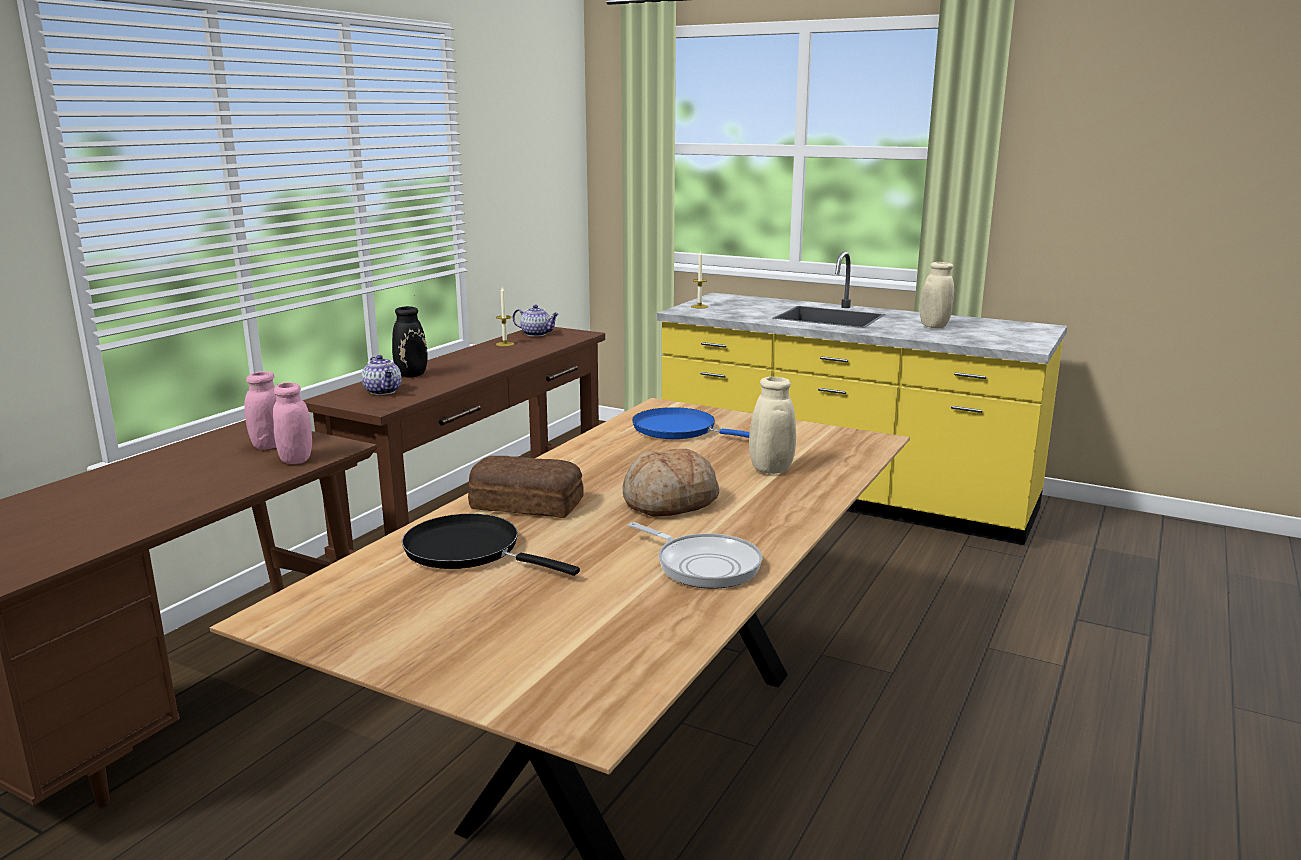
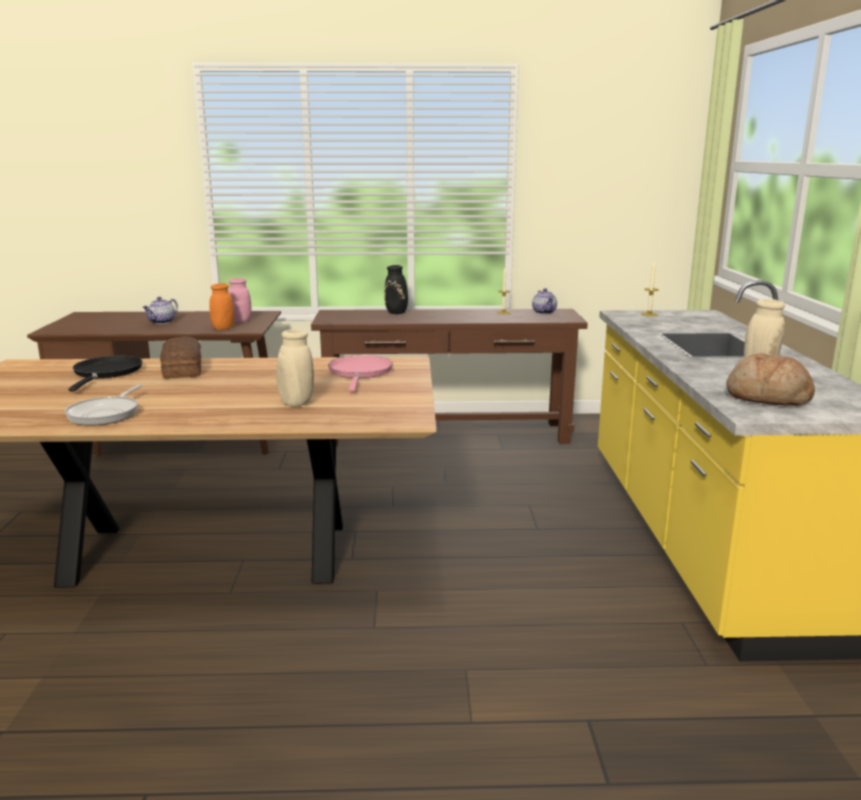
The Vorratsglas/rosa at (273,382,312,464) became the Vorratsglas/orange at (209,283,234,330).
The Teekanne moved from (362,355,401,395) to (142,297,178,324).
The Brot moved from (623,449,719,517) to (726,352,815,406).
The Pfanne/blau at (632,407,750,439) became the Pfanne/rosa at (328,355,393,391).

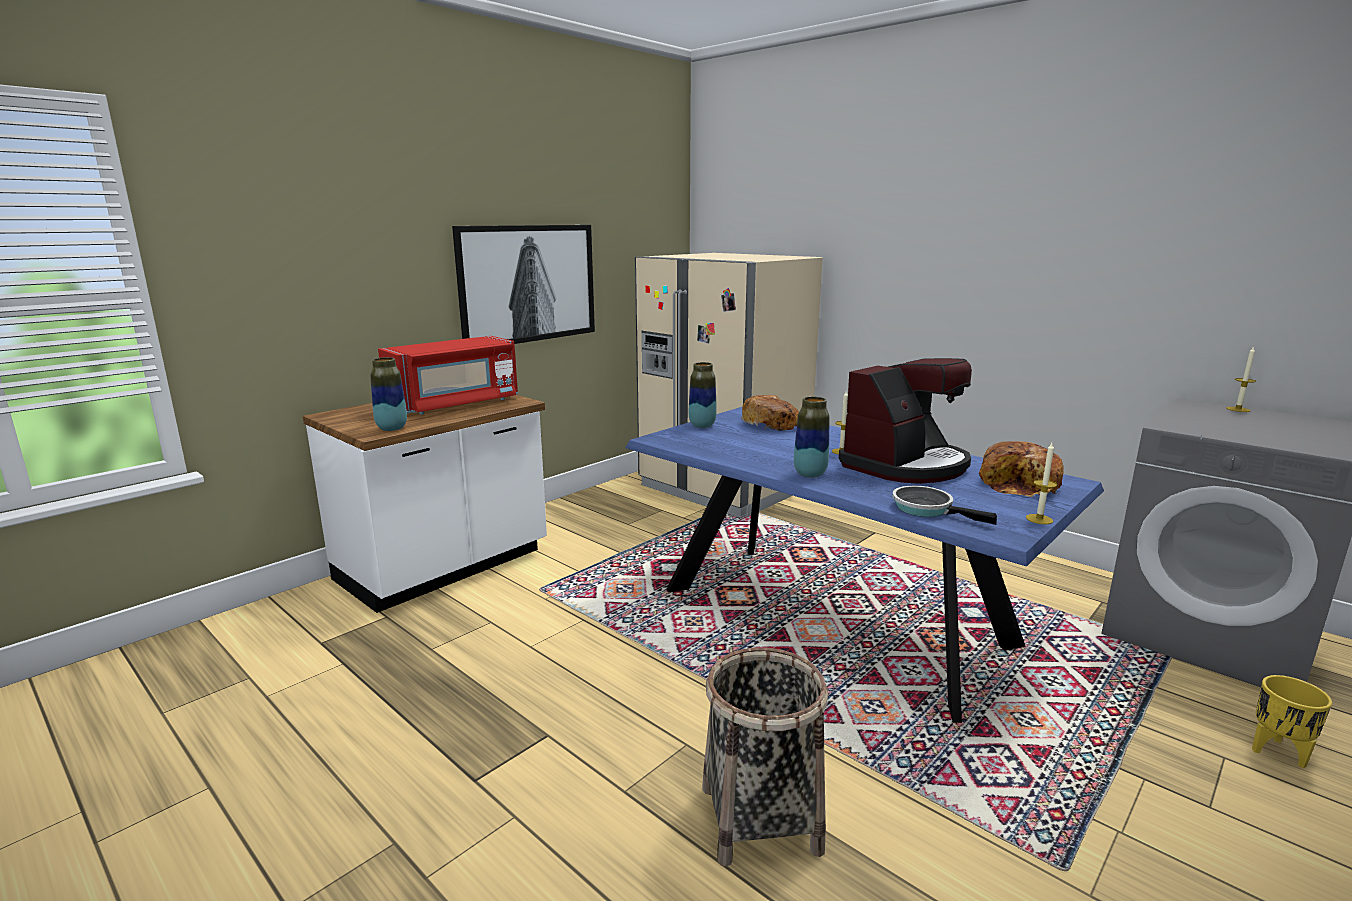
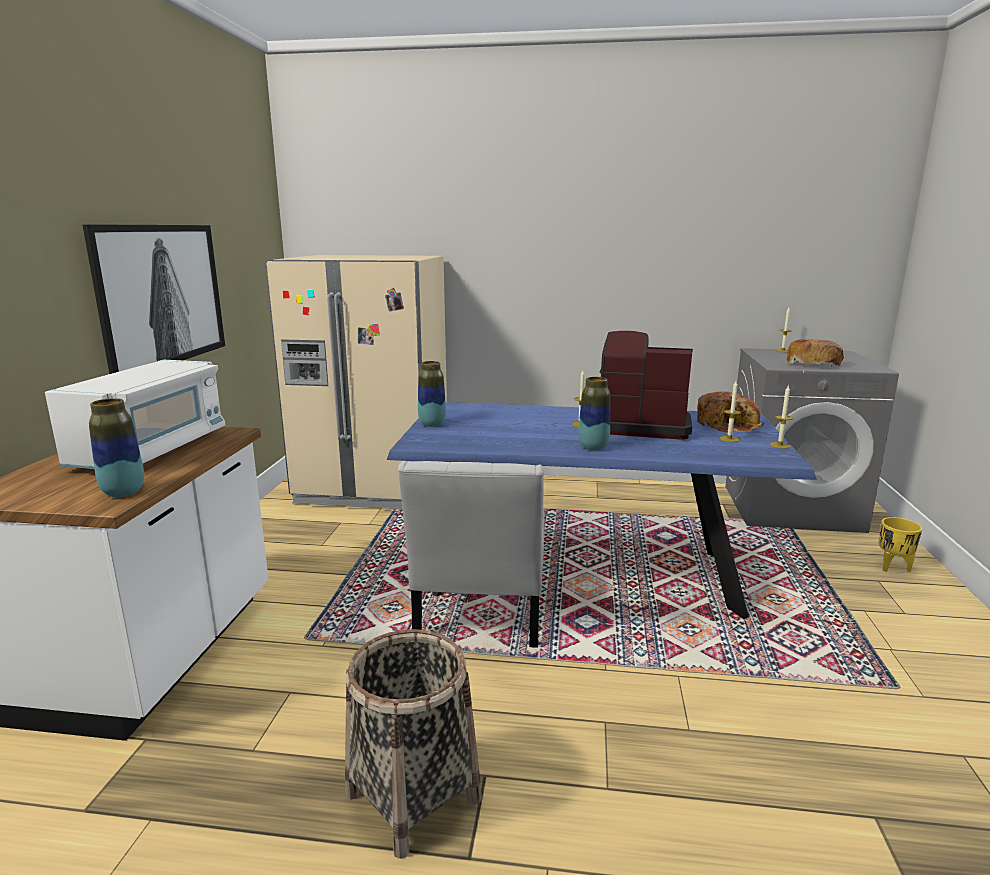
The Mikrowelle/rot at (378,336,518,415) became the Mikrowelle/weiß at (45,360,225,469).
The Korb moved from (702,647,828,867) to (345,629,482,859).
The Brot moved from (741,395,799,431) to (787,339,844,366).
The Kaffeemaschine at (839,358,972,484) turned 90 degrees counterclockwise.
The Pfanne at (892,486,997,525) disappeared.
The Stuhl/weiß at (398,461,544,648) appeared.
The Kerze at (720,381,741,442) appeared.

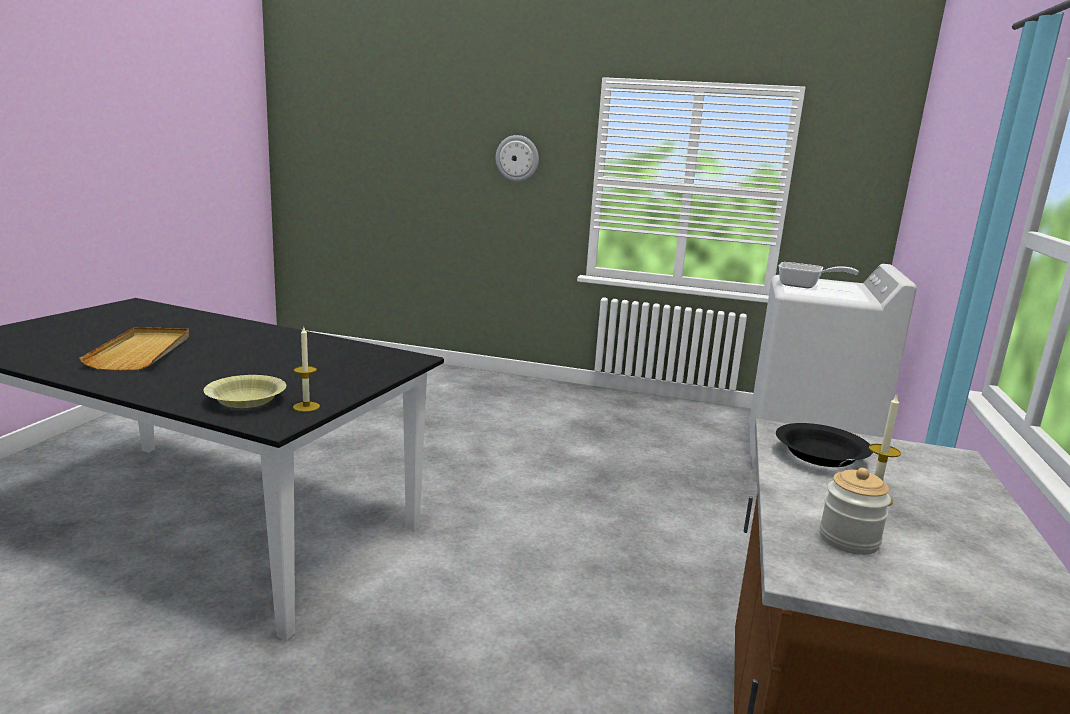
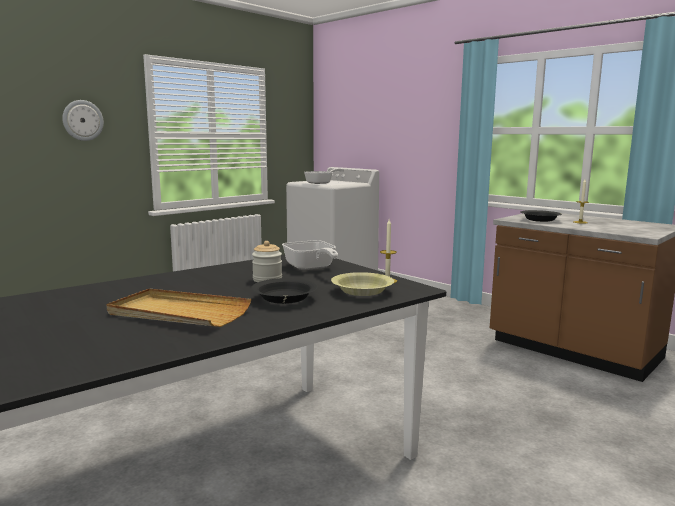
The Vorratsglas moved from (819,468,891,555) to (252,241,282,282).
The Schüssel/schwarz at (251,278,318,304) appeared.
The Pfanne at (282,240,338,270) appeared.

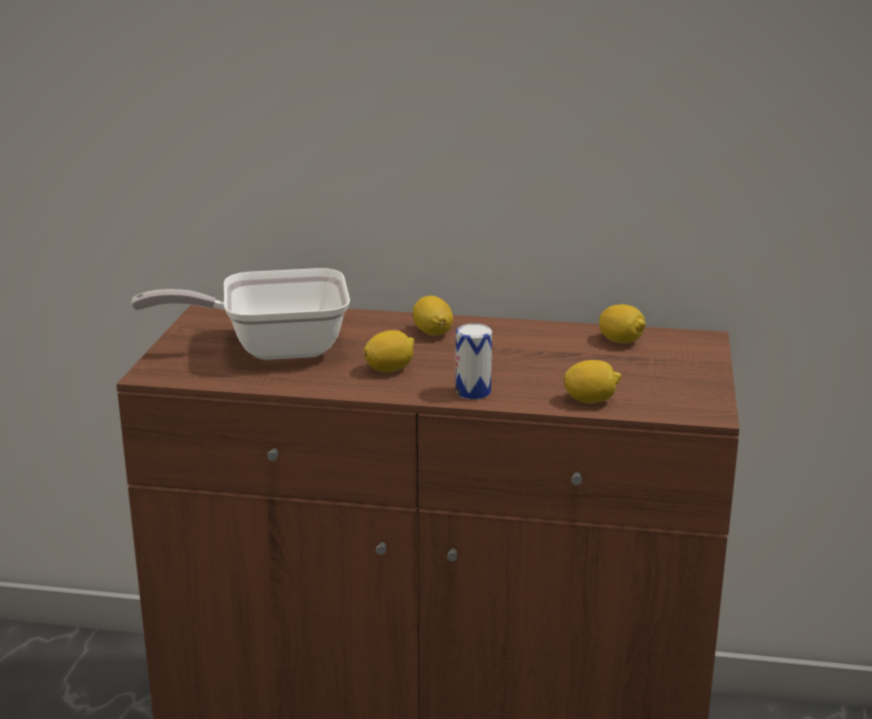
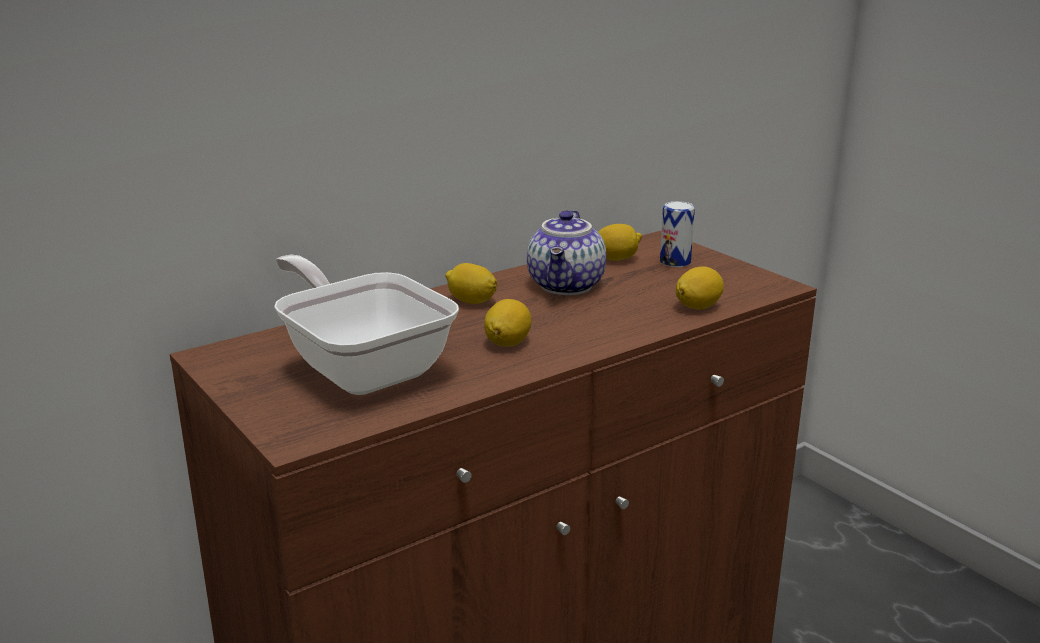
The Pfanne at (131,268,350,360) turned 105 degrees clockwise.
The Dose moved from (455,323,492,399) to (660,201,695,267).
The Teekanne at (527,210,607,295) appeared.

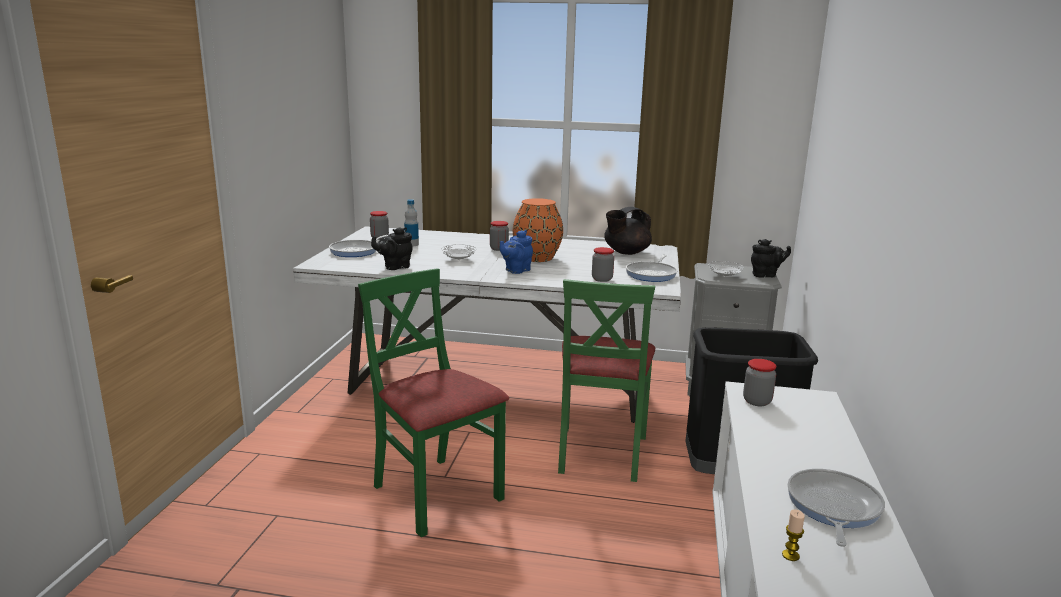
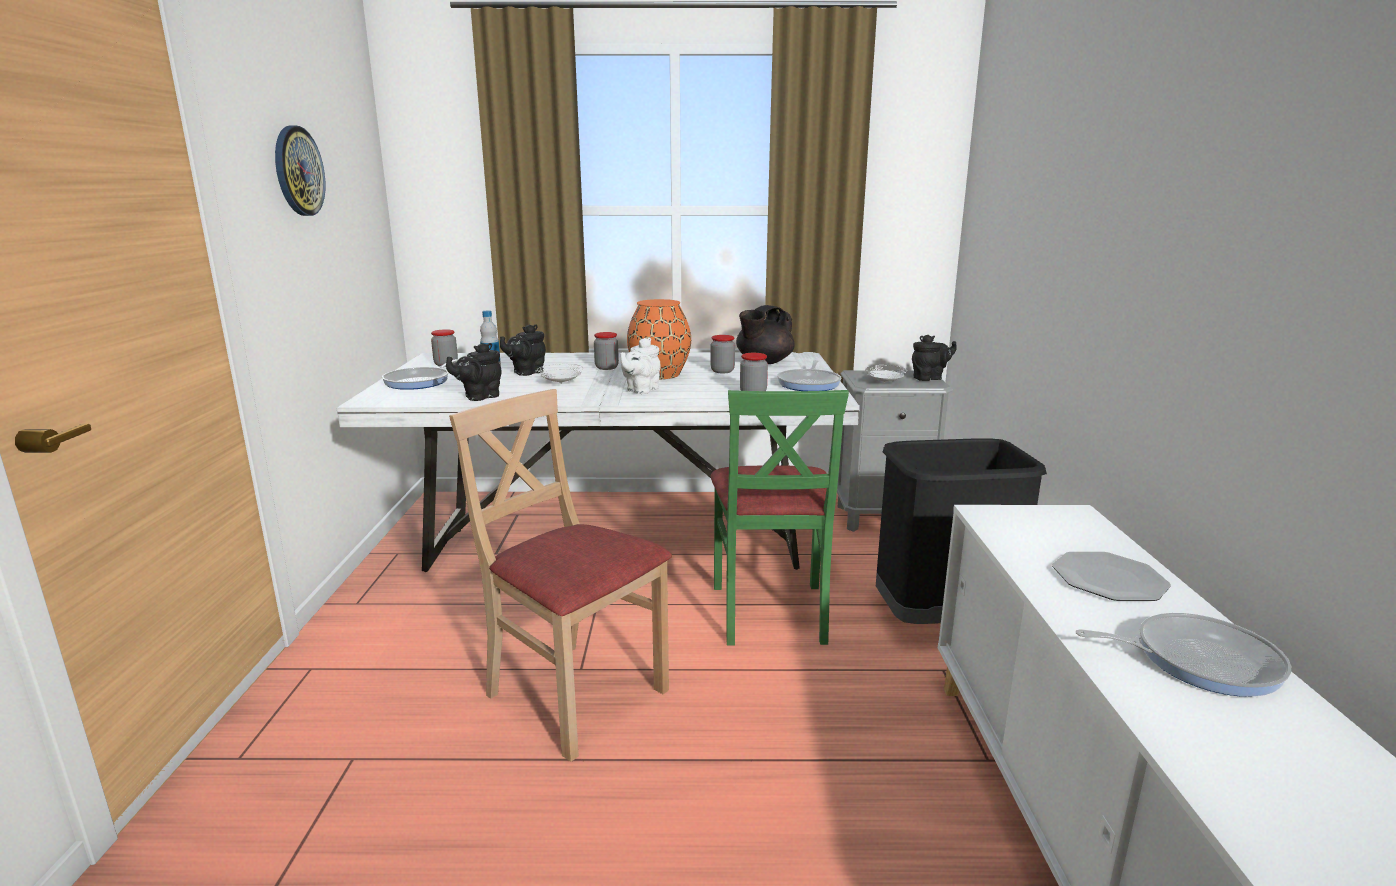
The Stuhl/grün at (358,268,509,537) became the Stuhl/beige at (449,389,672,762).
The Teekanne/blau at (500,230,533,274) became the Teekanne/weiß at (620,337,660,394).
The Vorratsglas moved from (743,359,776,406) to (711,335,735,373).
The Kerze at (782,509,805,561) disappeared.
The Pfanne at (787,469,885,547) turned 90 degrees clockwise.
The Wanduhr at (275,126,325,216) appeared.
The Teekanne/schwarz at (500,324,546,376) appeared.
The Teller at (1052,552,1171,601) appeared.

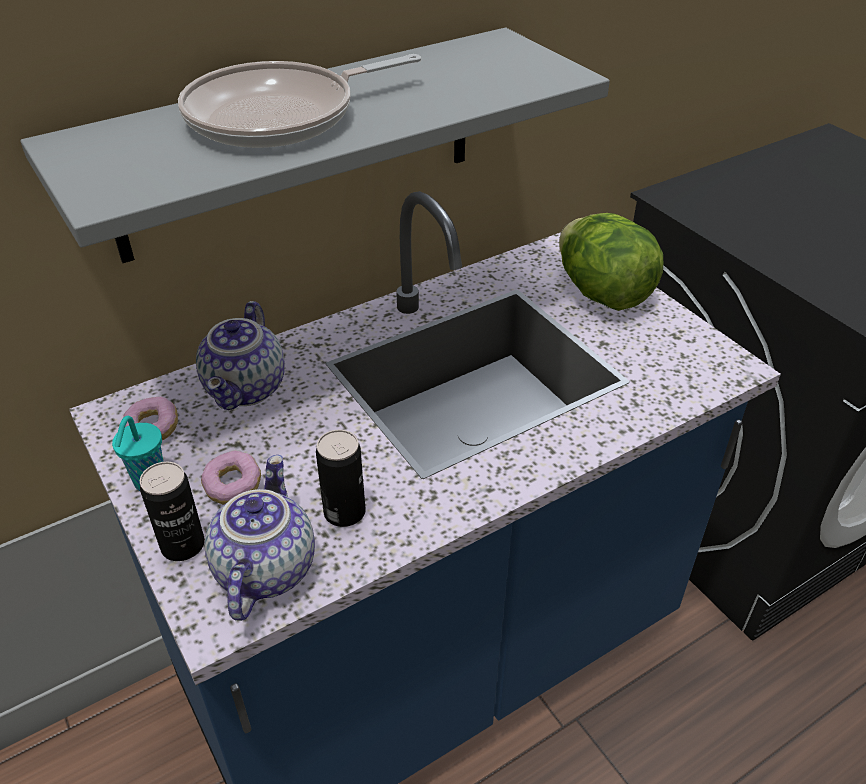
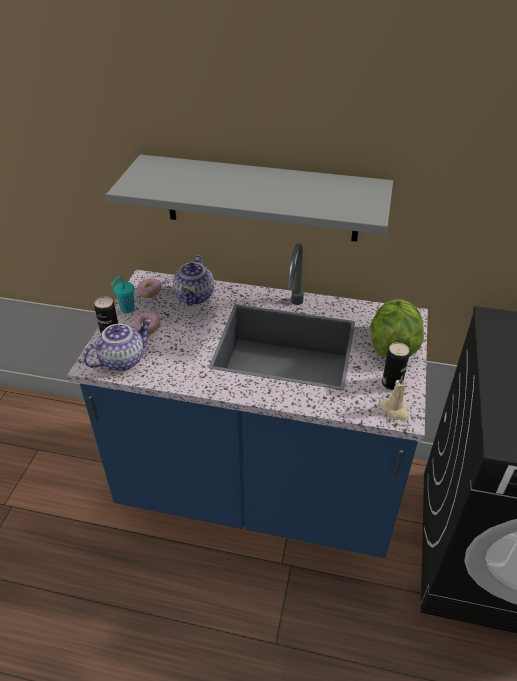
The Pfanne at (178,54,421,148) disappeared.
The Teekanne at (196,301,285,410) turned 45 degrees counterclockwise.
The Dose moved from (316,430,366,527) to (382,342,410,390).
The Kerze/beige at (381,375,408,420) appeared.

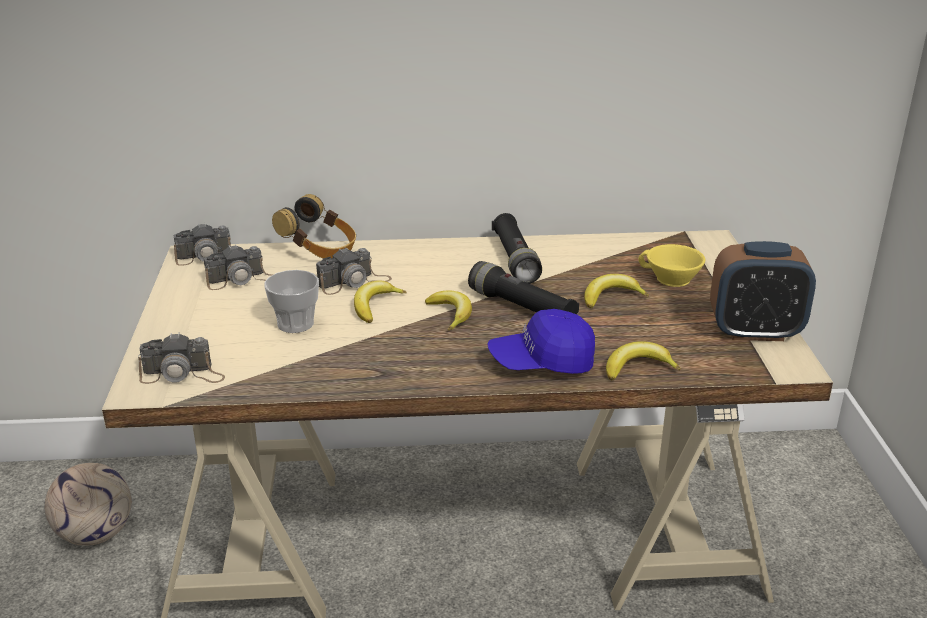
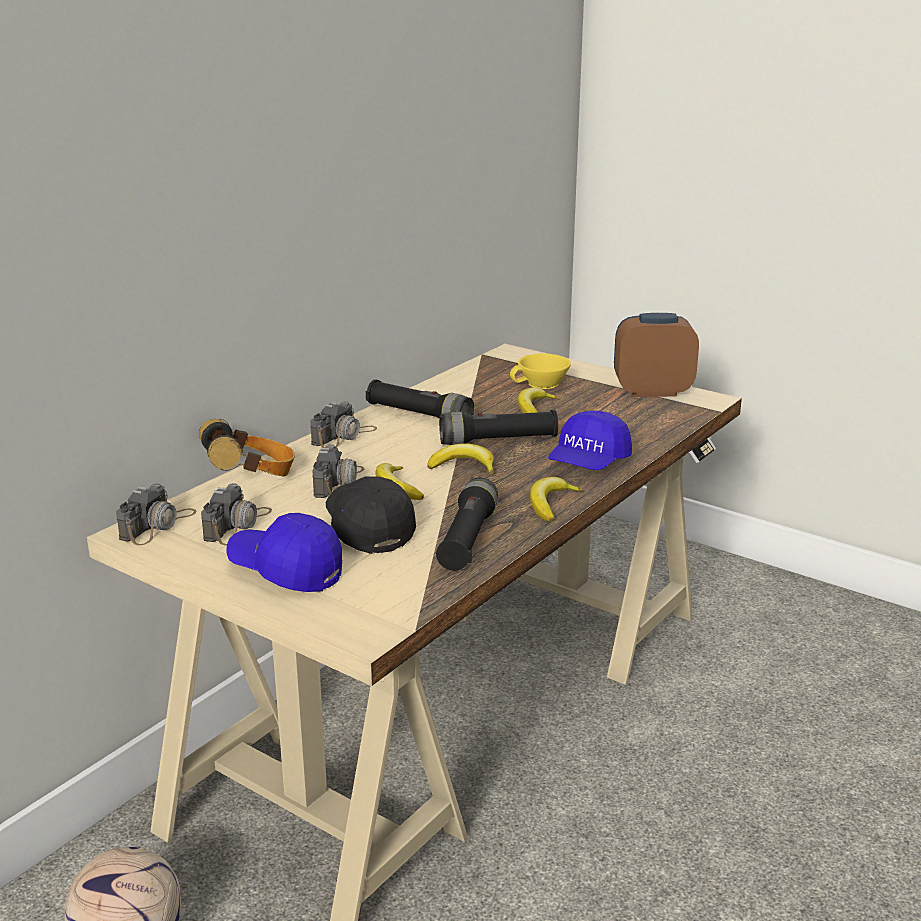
The Kamera moved from (138,332,225,384) to (310,401,377,448).
The Tasse at (264,270,319,333) was replaced by the Kappe/schwarz at (326,476,416,554).
The Banane moved from (606,341,681,381) to (530,477,582,522).
The Wecker at (710,241,816,341) turned 135 degrees counterclockwise.
The Kappe/blau at (226,513,342,592) appeared.
The Taschenlampe/schwarz at (436,478,498,571) appeared.

